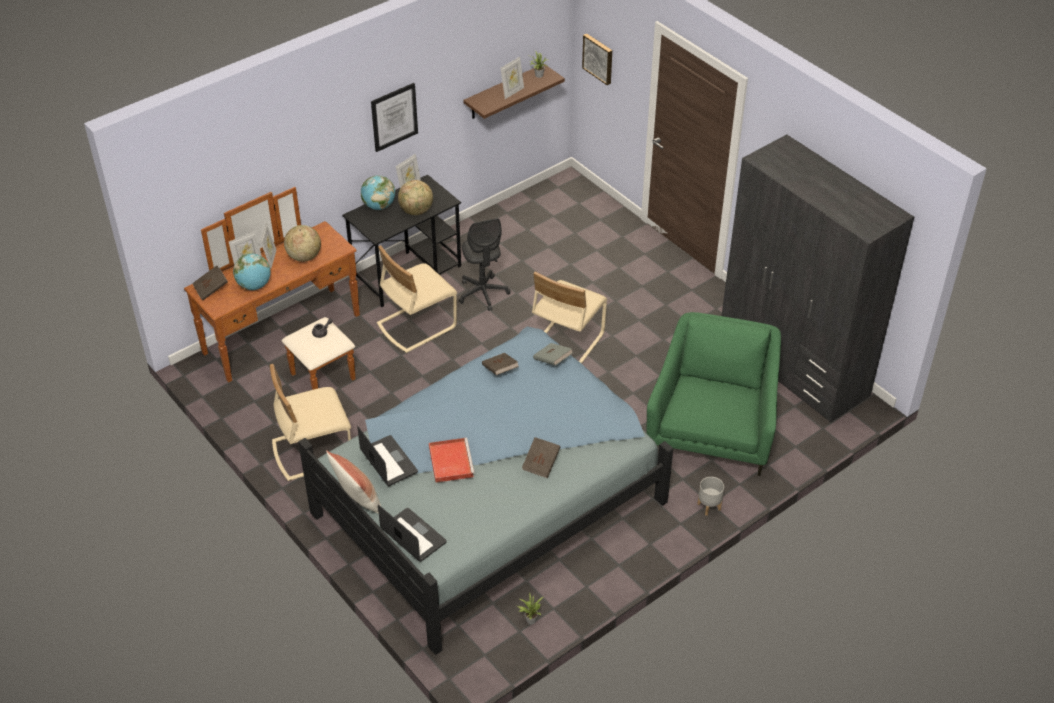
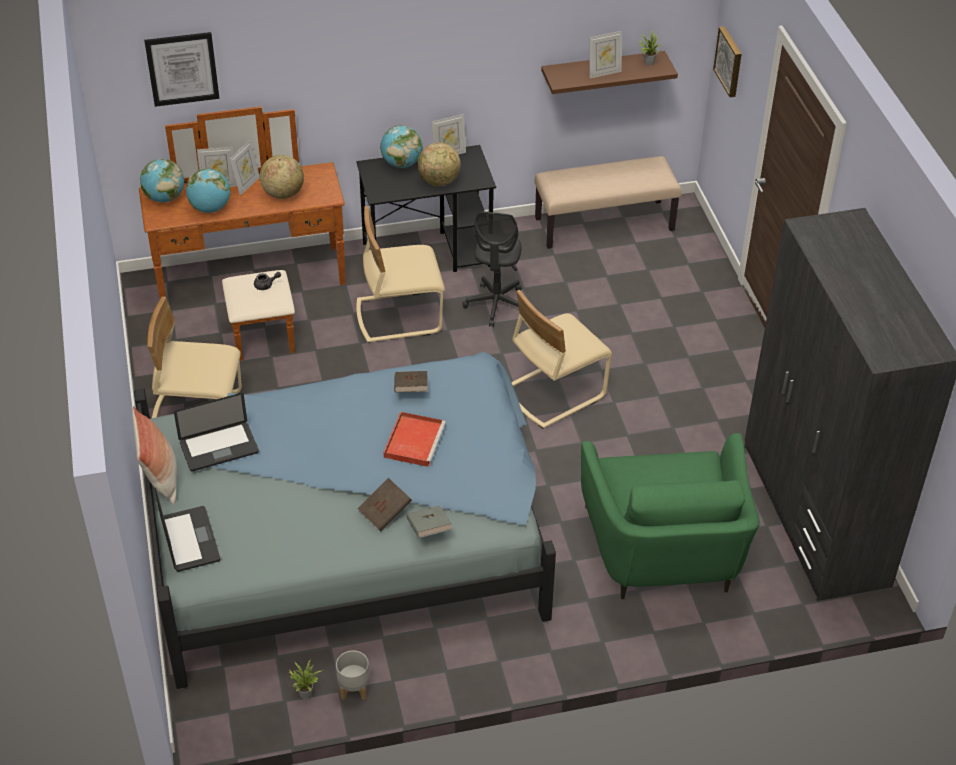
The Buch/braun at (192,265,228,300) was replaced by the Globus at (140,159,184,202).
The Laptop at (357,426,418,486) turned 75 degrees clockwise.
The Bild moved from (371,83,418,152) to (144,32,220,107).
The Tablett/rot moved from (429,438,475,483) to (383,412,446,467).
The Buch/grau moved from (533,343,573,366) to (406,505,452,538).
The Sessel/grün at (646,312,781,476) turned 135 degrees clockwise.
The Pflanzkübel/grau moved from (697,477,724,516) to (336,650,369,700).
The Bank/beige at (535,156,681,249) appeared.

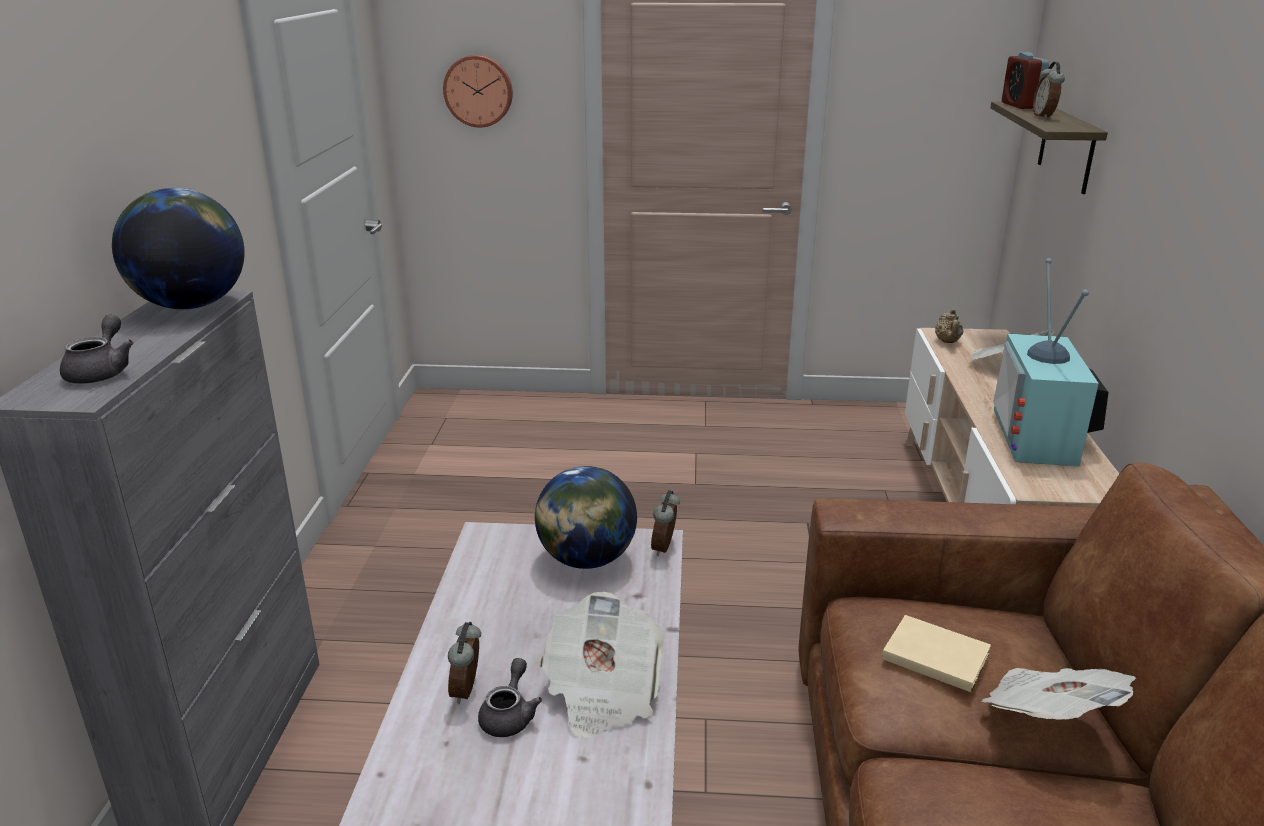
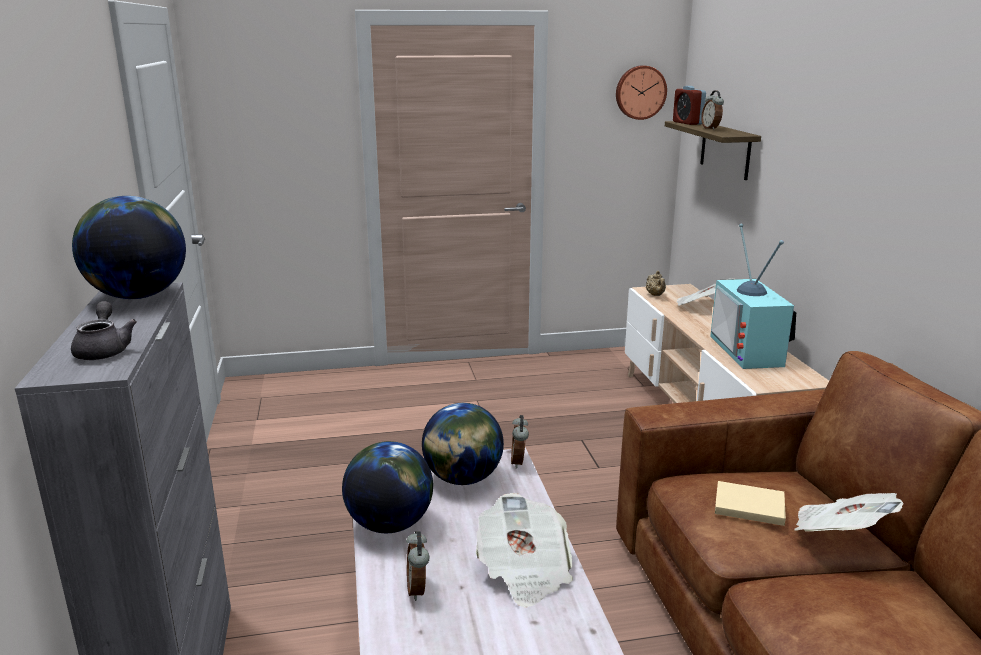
The Wanduhr moved from (443,55,513,128) to (616,65,667,120).
The Teekanne/grau at (478,658,542,737) disappeared.
The Globus at (342,441,433,533) appeared.

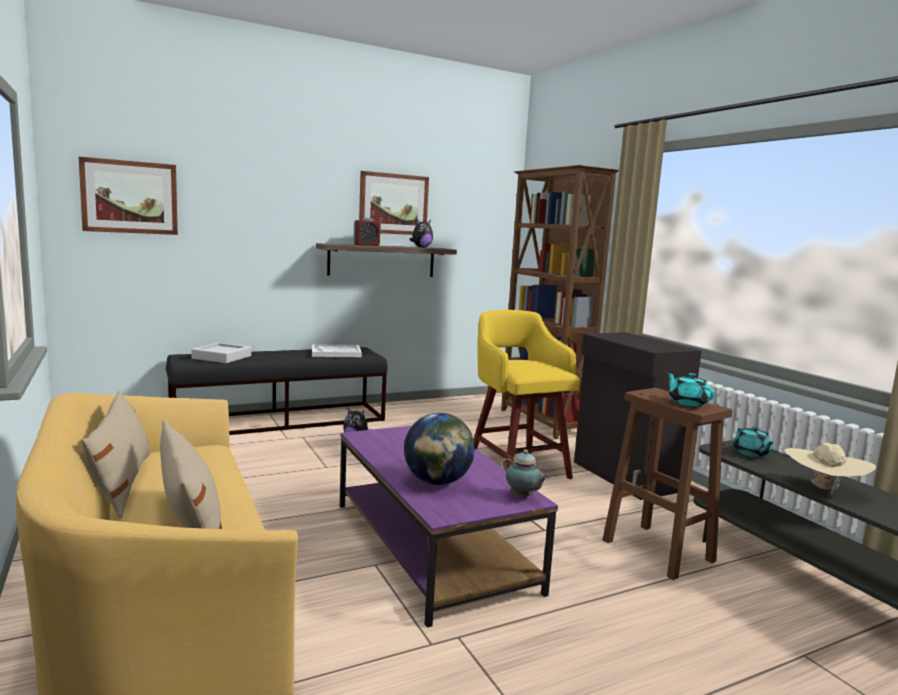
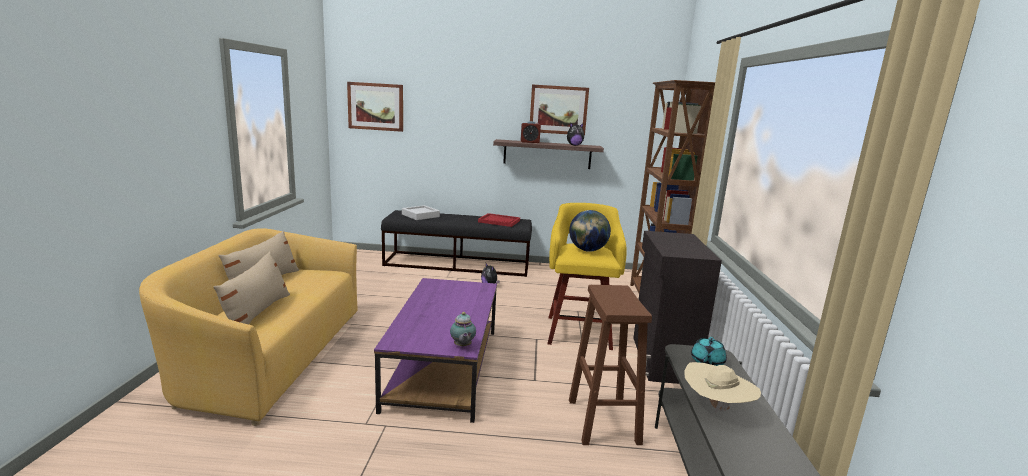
The Tablett/weiß at (312,344,362,357) became the Tablett/rot at (478,213,520,227).
The Globus moved from (404,413,475,485) to (569,210,611,252).
The Teekanne/türkis at (667,372,715,407) disappeared.

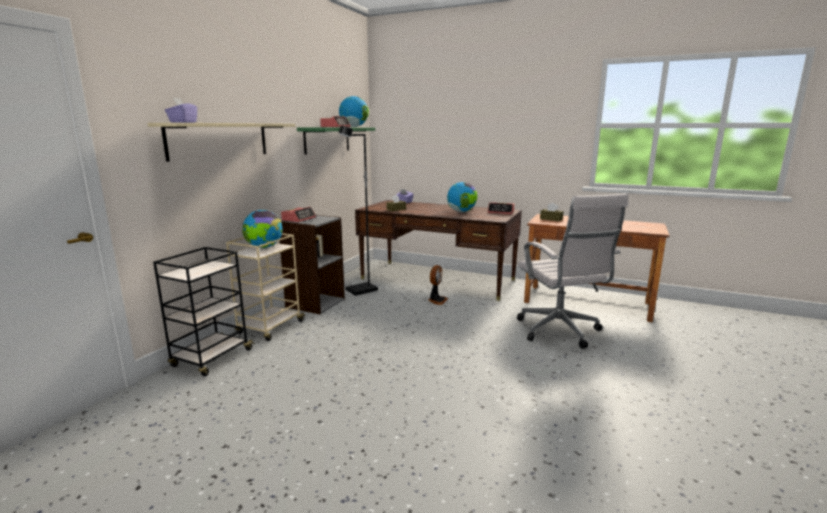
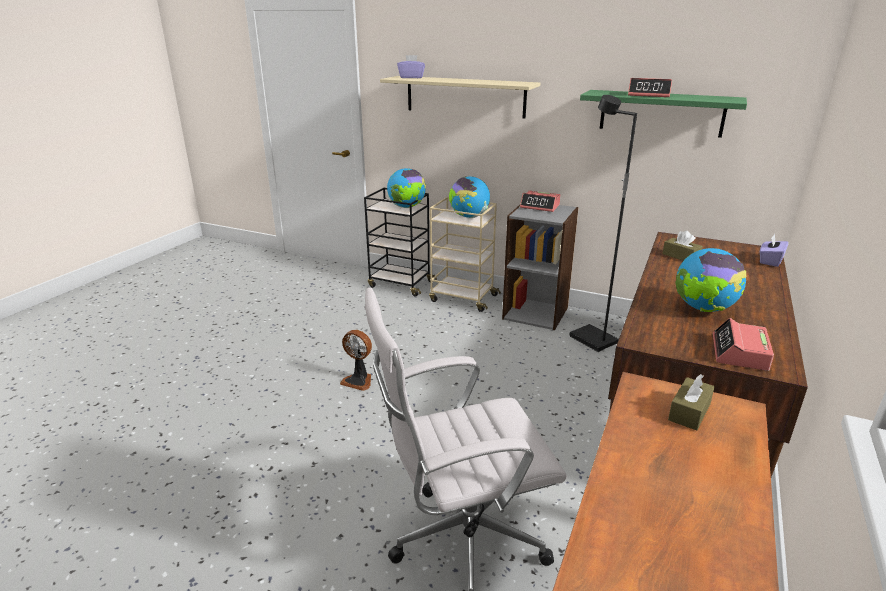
The Globus moved from (339,96,369,127) to (387,168,426,208).
The Ventilator moved from (428,265,448,305) to (340,330,372,391).

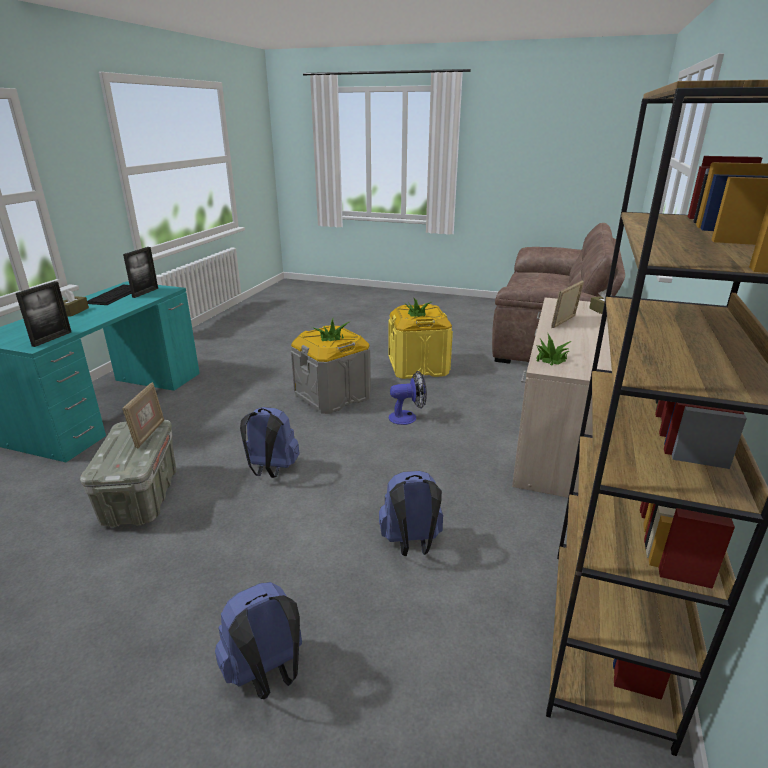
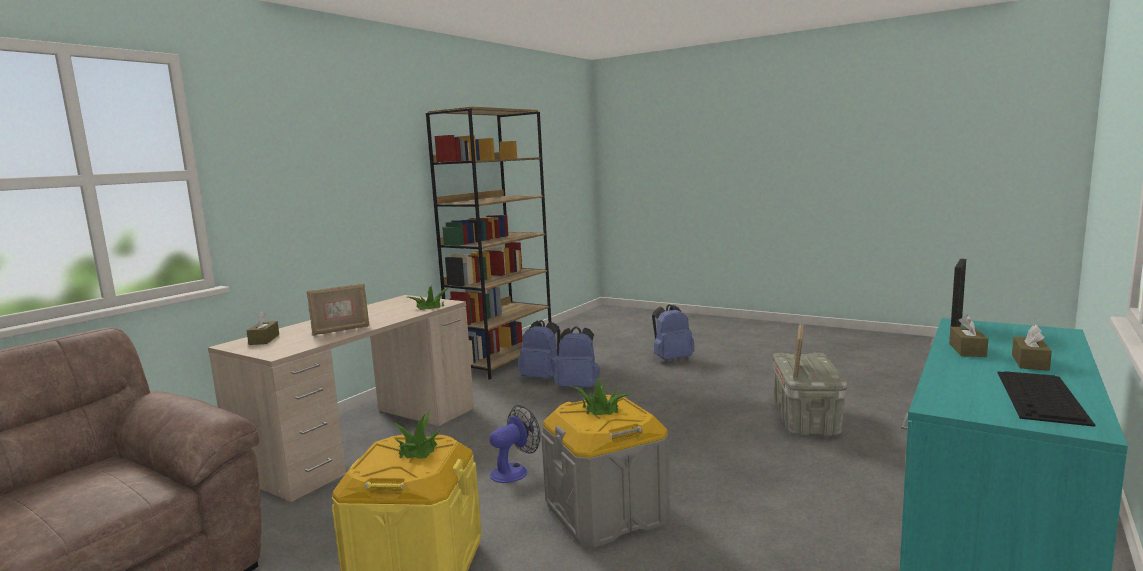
The Bilderrahmen at (123,247,158,298) disappeared.
The Rucksack/blau moved from (240,407,300,478) to (518,320,560,379).
The Ventilator at (389,371,427,425) turned 135 degrees clockwise.
The Taschentuchbox/braun at (949,315,988,357) appeared.

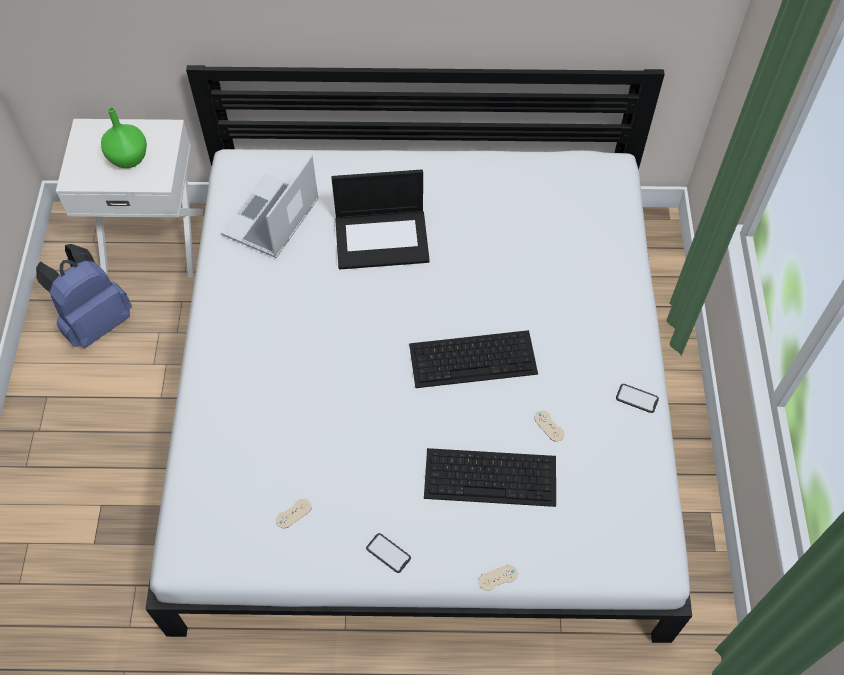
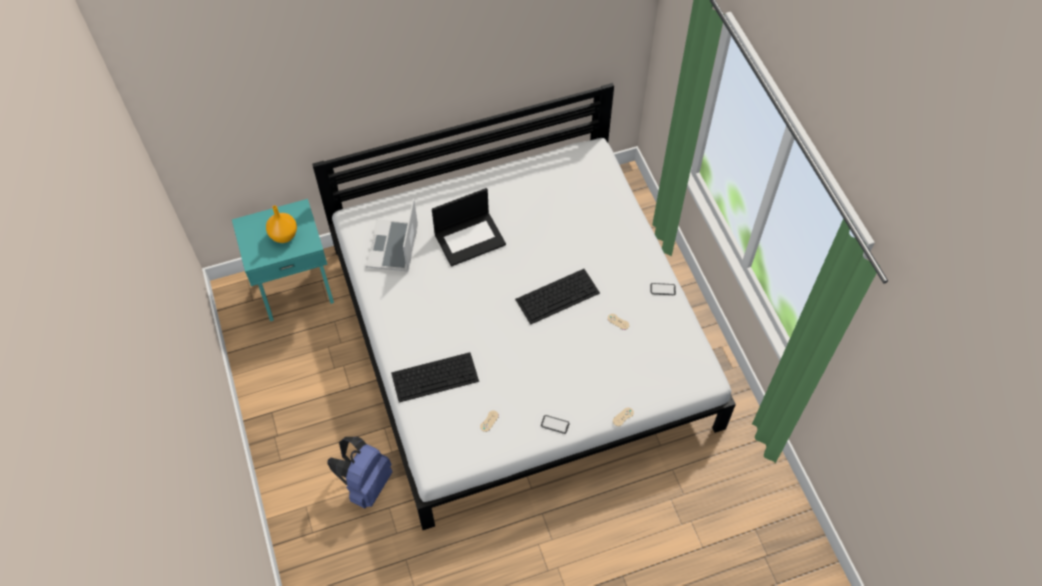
The Rucksack/blau moved from (36,244,132,348) to (327,437,392,509).
The Nachttisch/weiß at (56,119,203,277) became the Nachttisch/türkis at (232,199,334,321).
The Vase/grün at (101,107,147,168) became the Vase/orange at (266,205,297,243).
The Tastatur moved from (424,448,556,507) to (391,352,479,403).

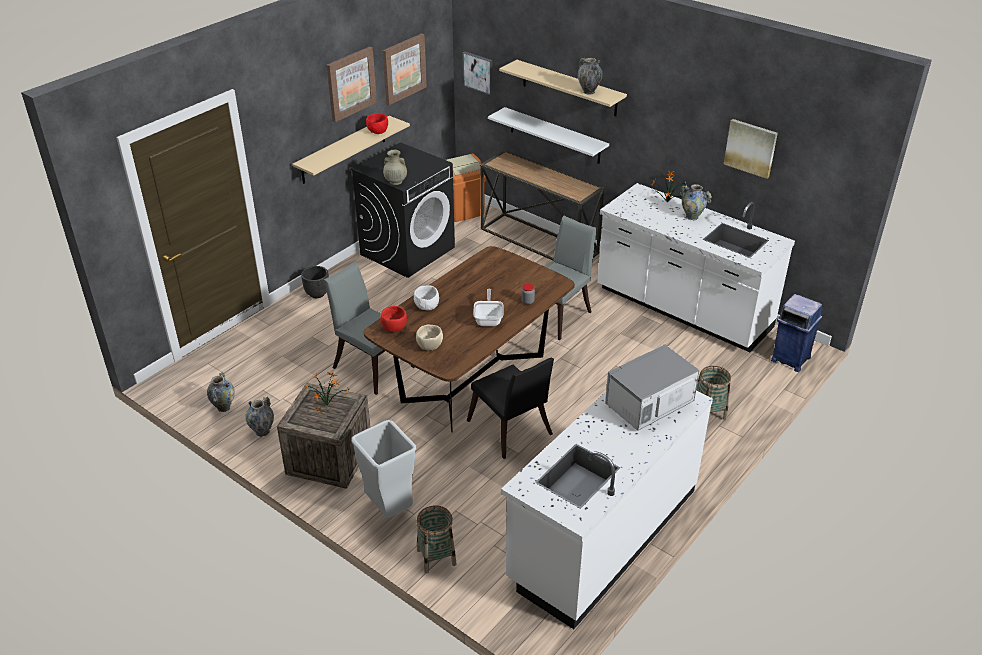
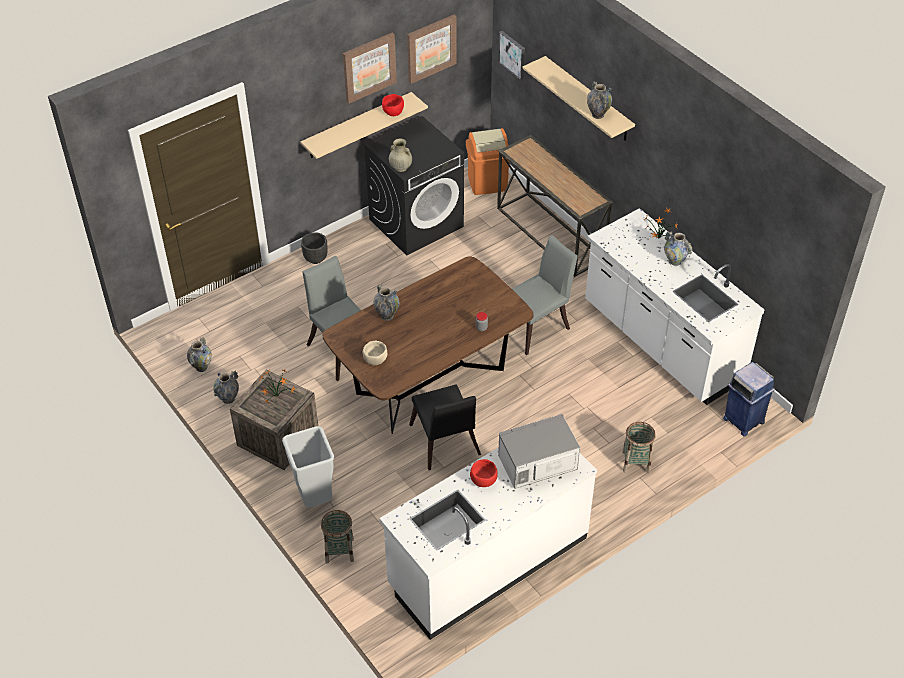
The Schüssel/rot moved from (380,306,407,332) to (470,459,498,487).
The Schüssel/weiß at (414,285,439,310) was replaced by the Vase at (374,285,399,321).
The Pfanne at (473,289,503,326) disappeared.
The Wandregal/weiß at (488,107,609,164) disappeared.
The Bild at (724,119,778,179) disappeared.

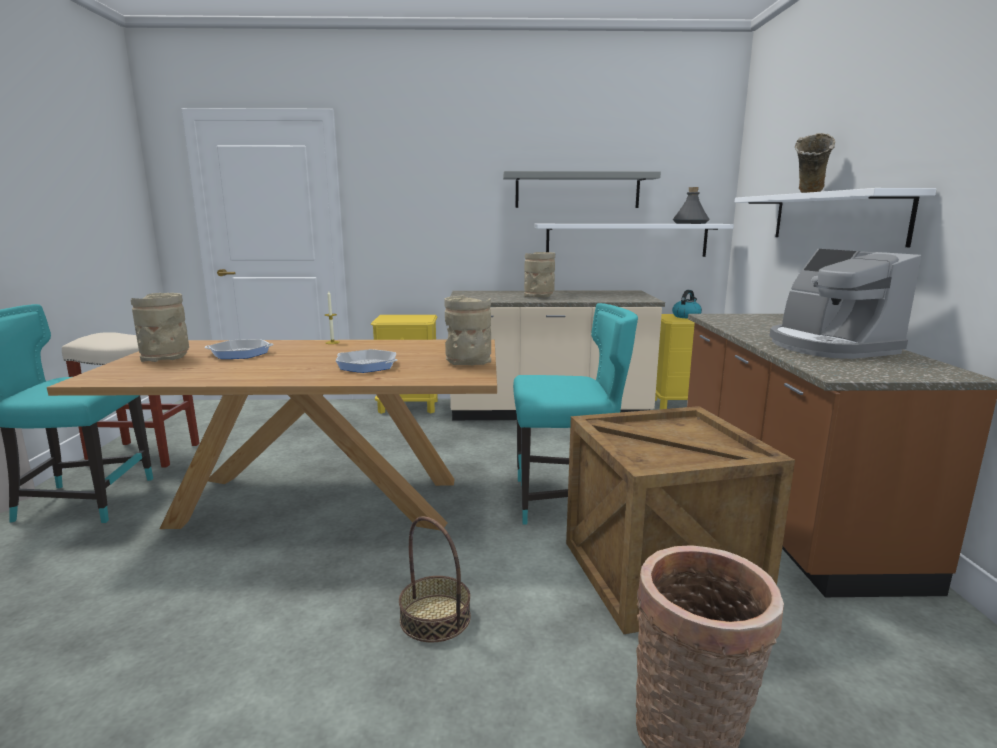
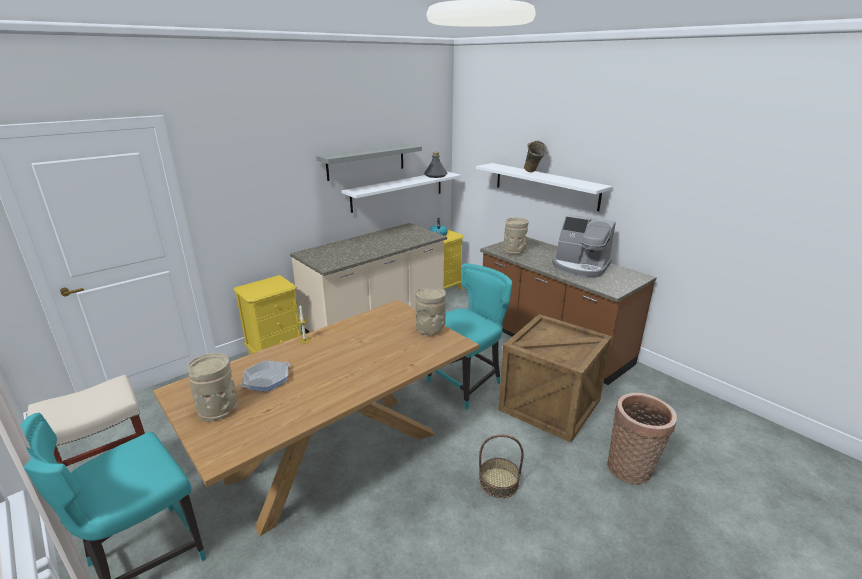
The Pfanne at (336,349,397,373) disappeared.
The Vase/beige moved from (524,252,555,298) to (504,218,529,255).

